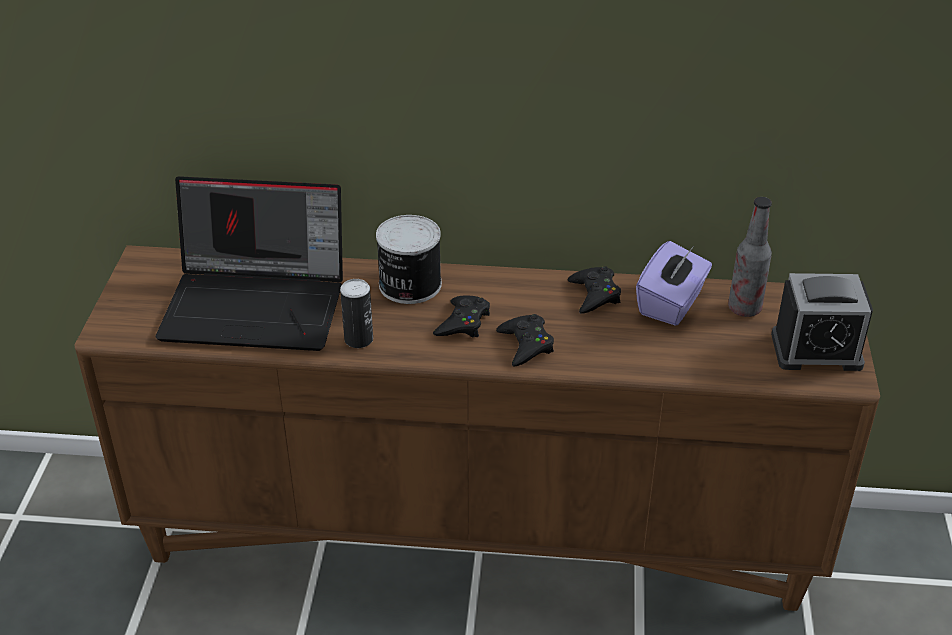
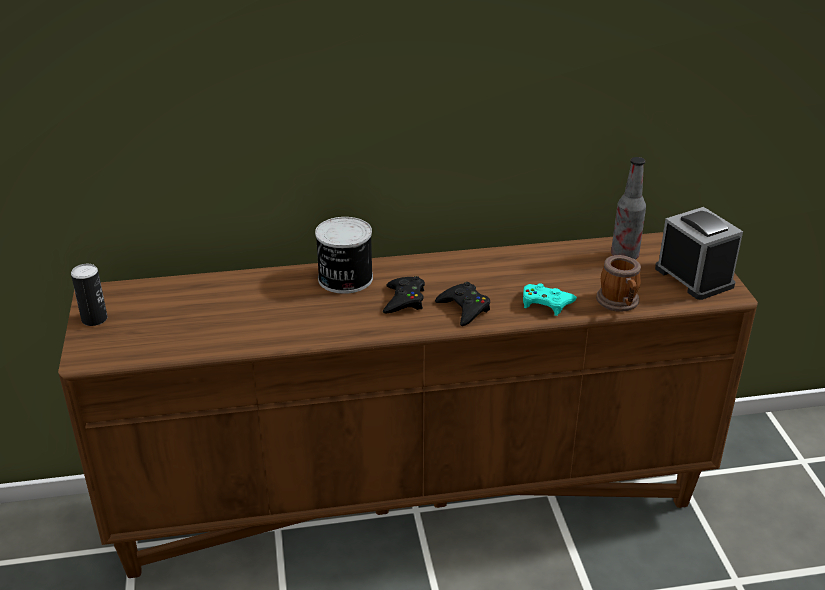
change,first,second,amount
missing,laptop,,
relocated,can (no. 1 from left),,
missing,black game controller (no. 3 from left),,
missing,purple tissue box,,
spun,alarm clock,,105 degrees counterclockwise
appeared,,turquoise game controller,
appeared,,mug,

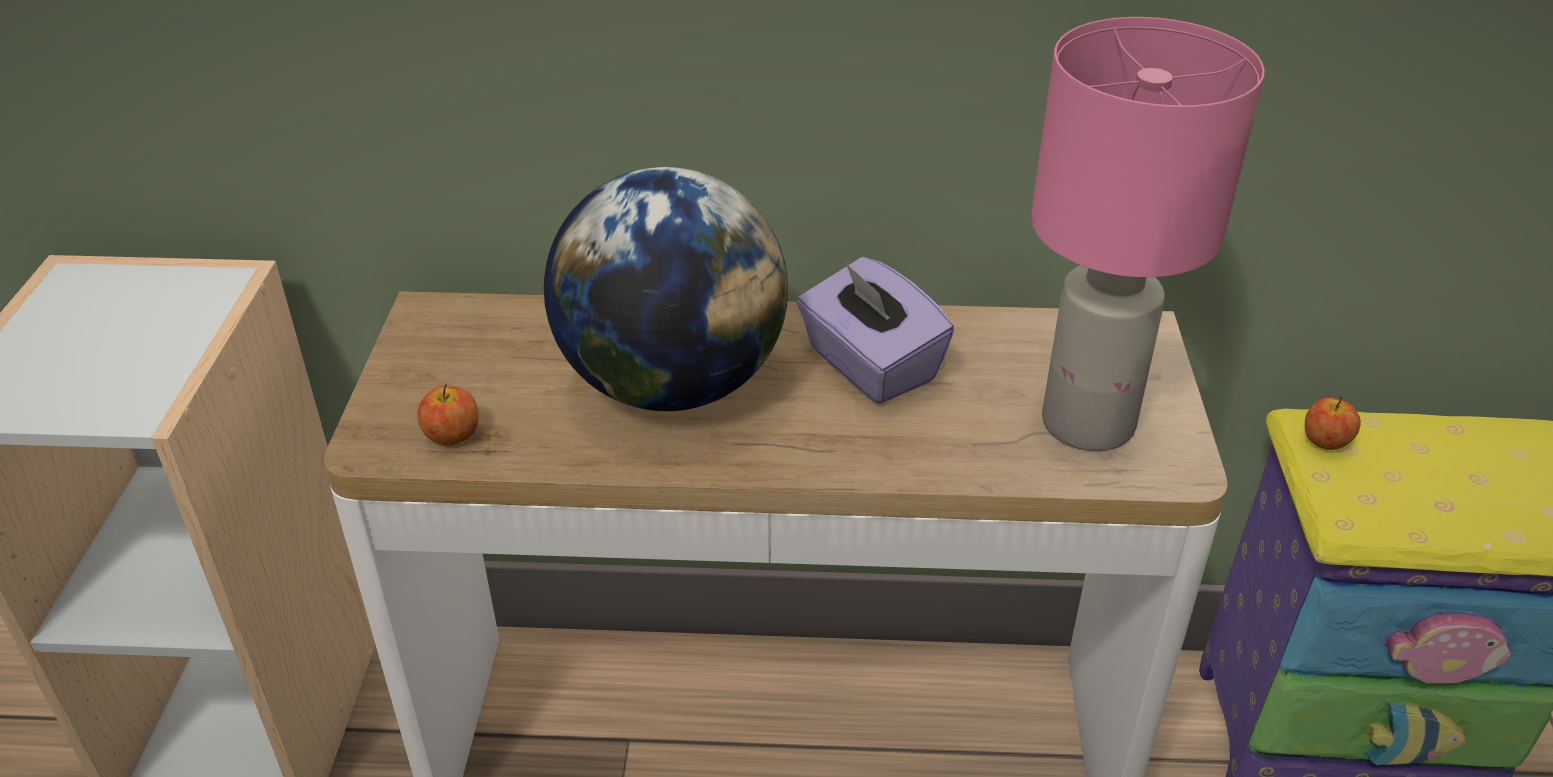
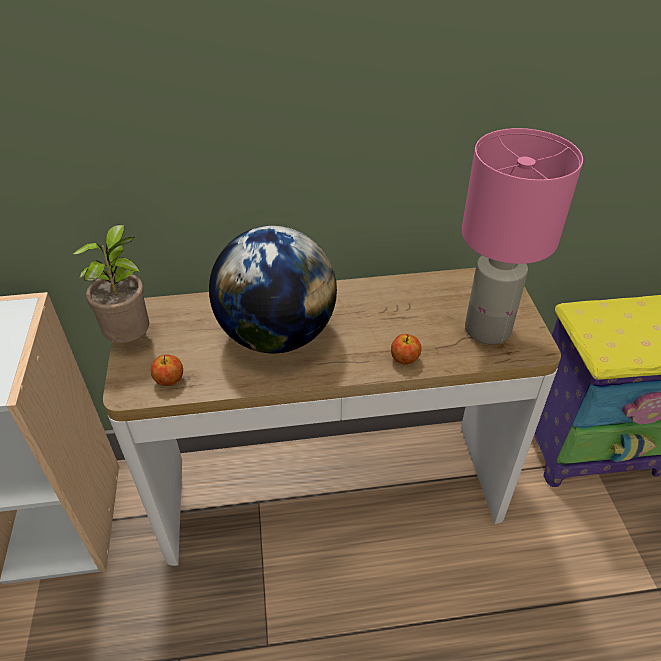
change,first,second,amount
missing,purple tissue box,,
relocated,apple (no. 2 from left),,
appeared,,potted plant,

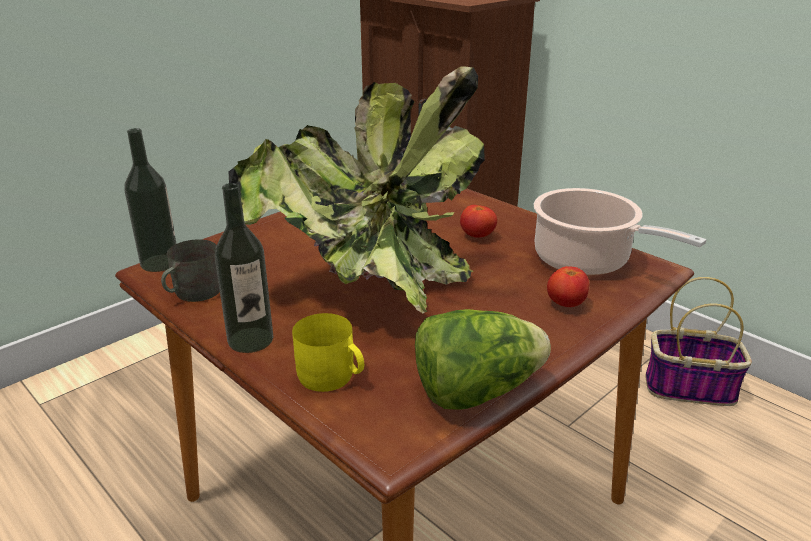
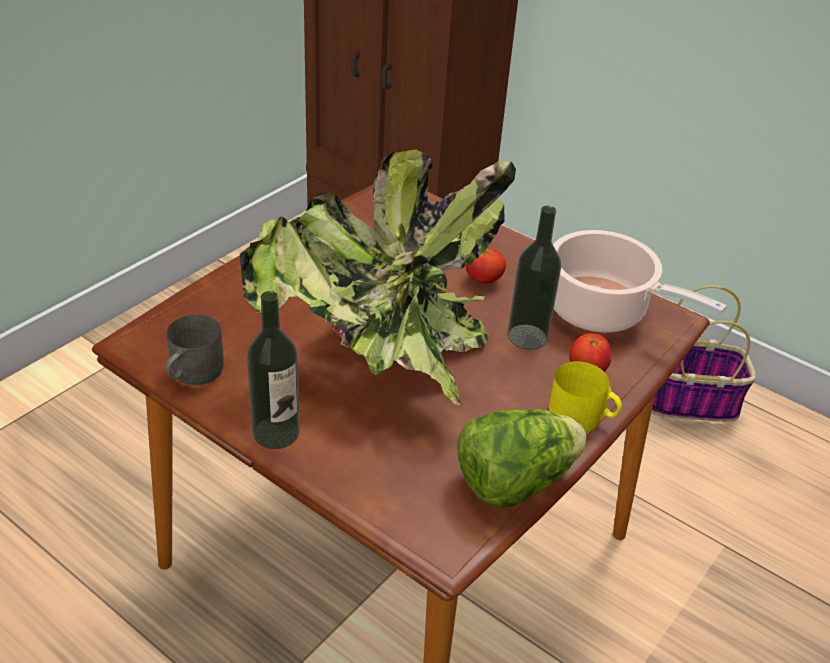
change,first,second,amount
relocated,bottle (no. 1 from left in the first image),bottle (no. 2 from left),
relocated,yellow mug,,

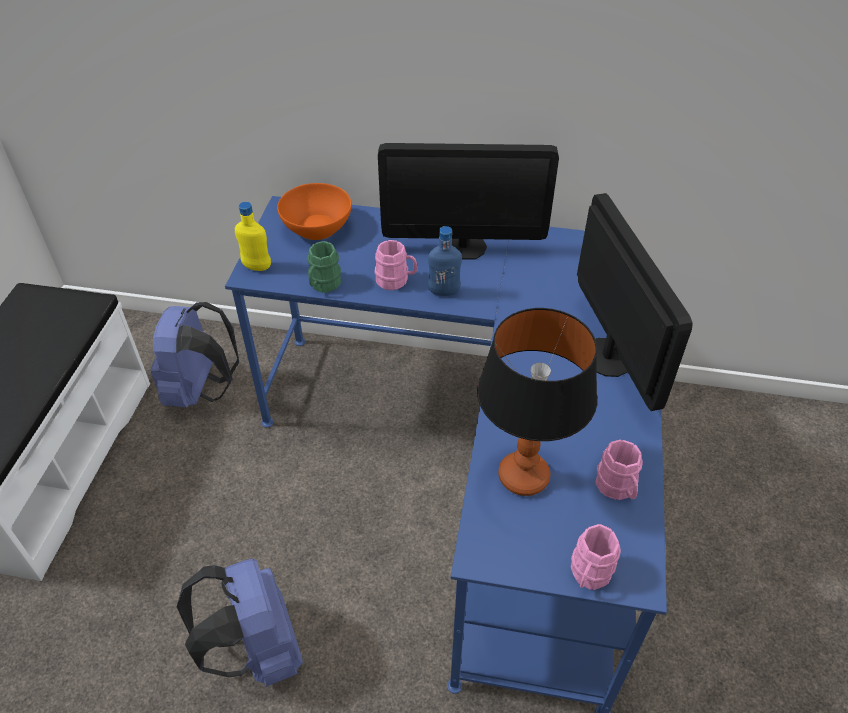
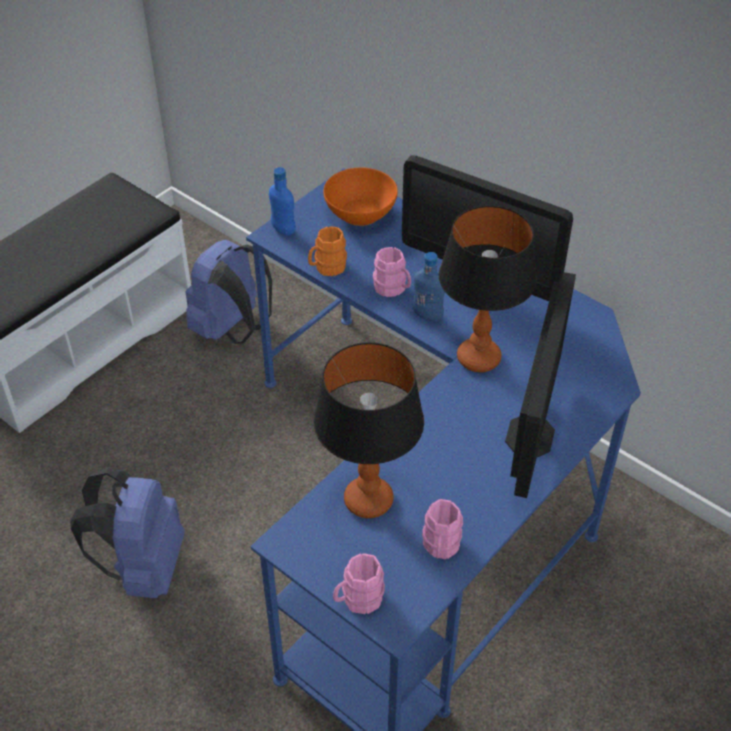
change,first,second,amount
colour,yellow bottle,blue bottle (no. 1 from left),
colour,green mug,orange mug,
appeared,,table lamp (no. 2 from left),

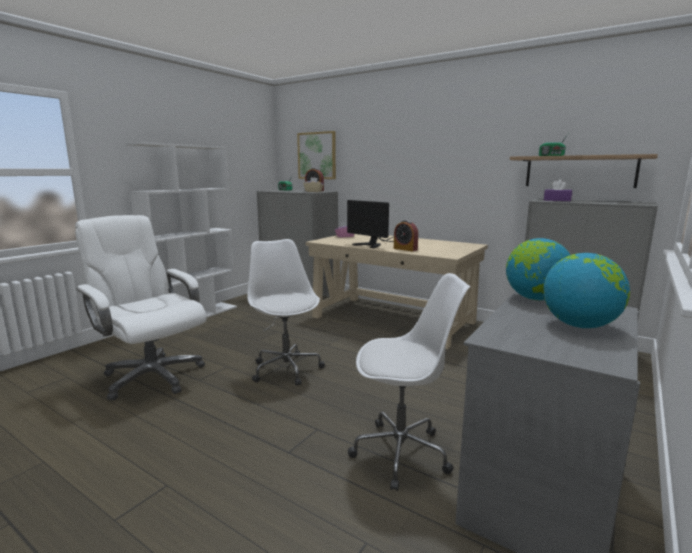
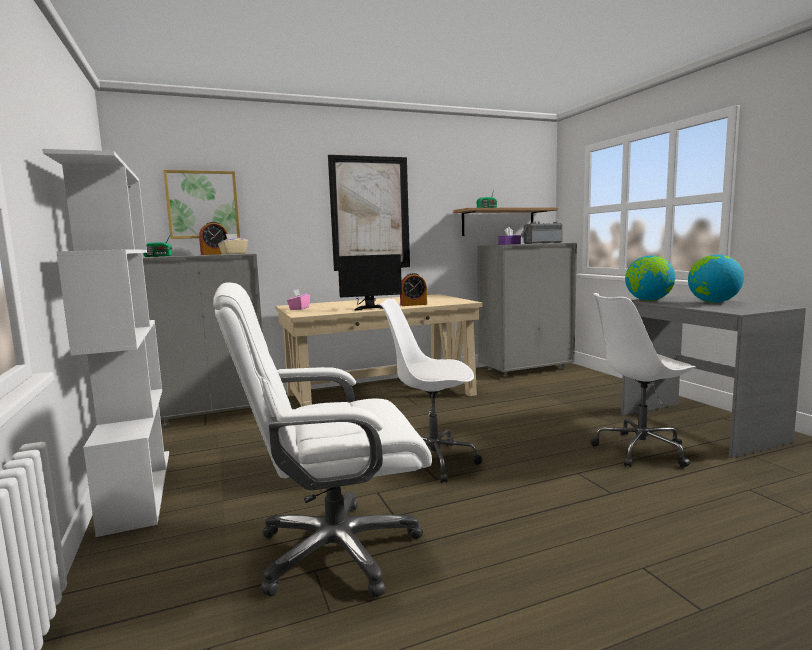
change,first,second,amount
spun,white office chair (no. 3 from left),,135 degrees counterclockwise
appeared,,picture (no. 2 from left),
appeared,,radio (no. 3 from left),

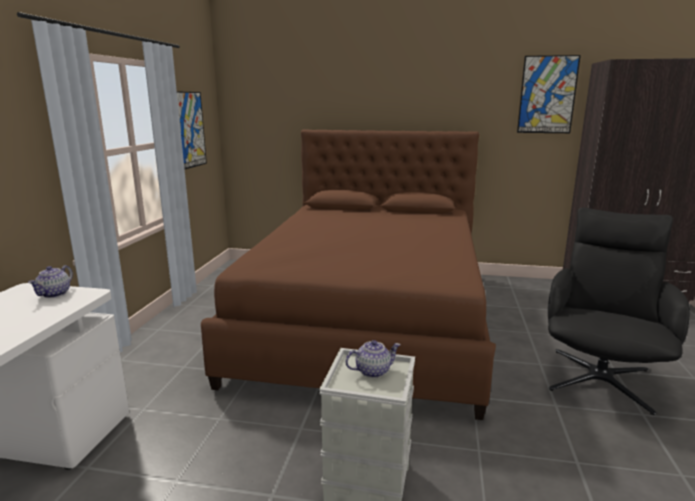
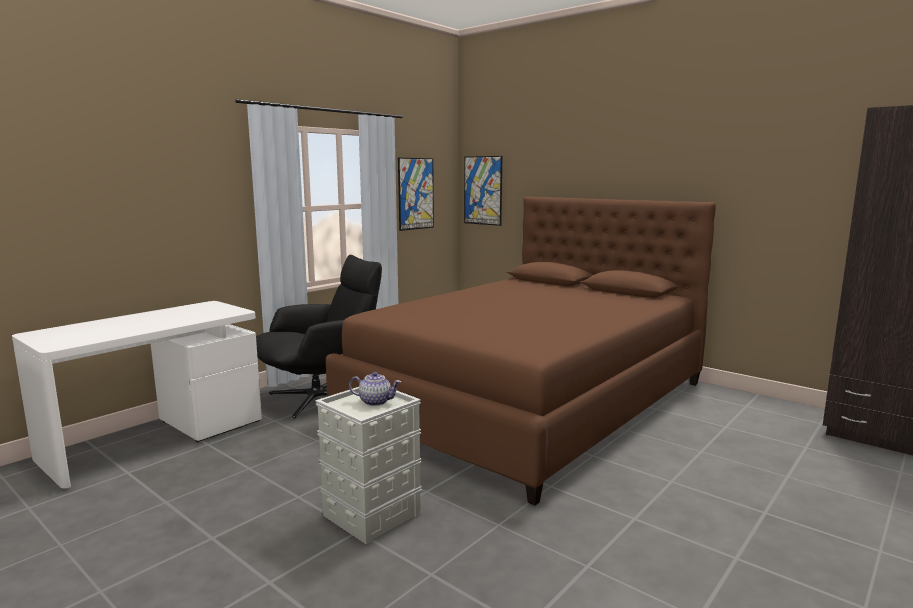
change,first,second,amount
missing,teapot (no. 1 from left),,
relocated,picture (no. 2 from left),,
relocated,black armchair,,

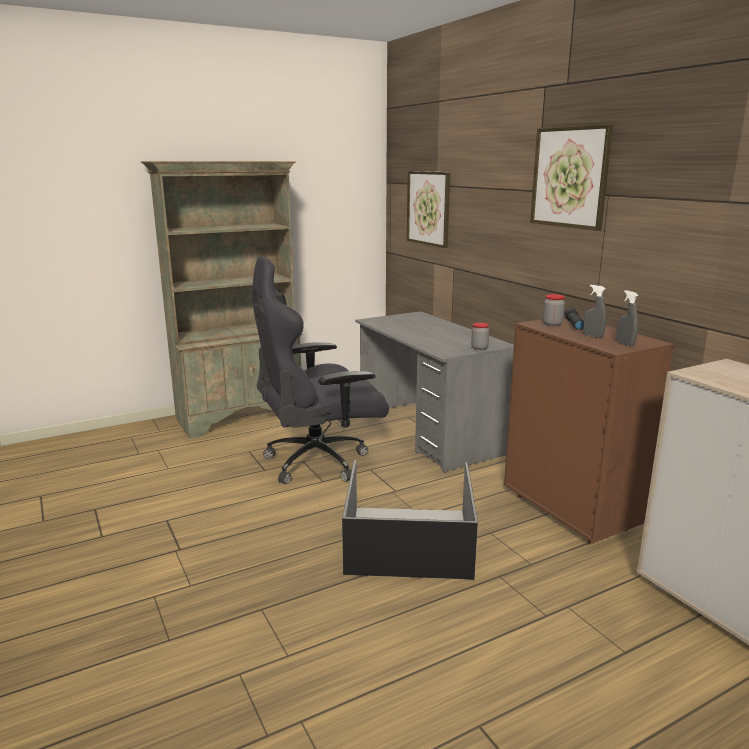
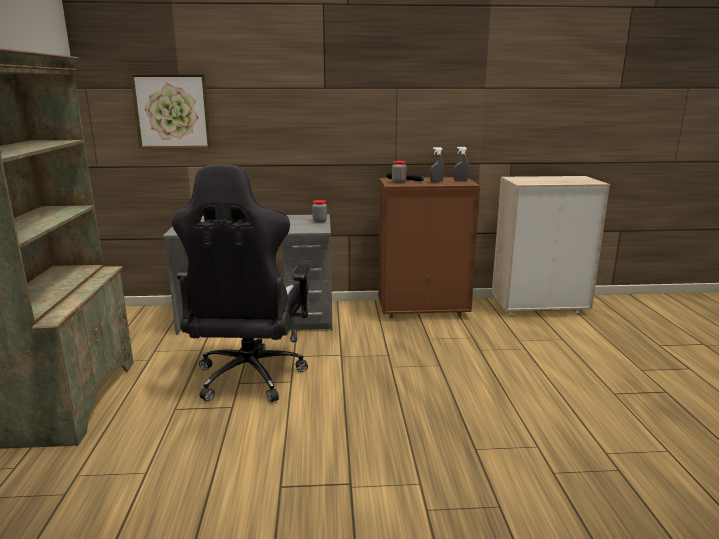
change,first,second,amount
missing,black storage box,,
missing,picture (no. 2 from left),,

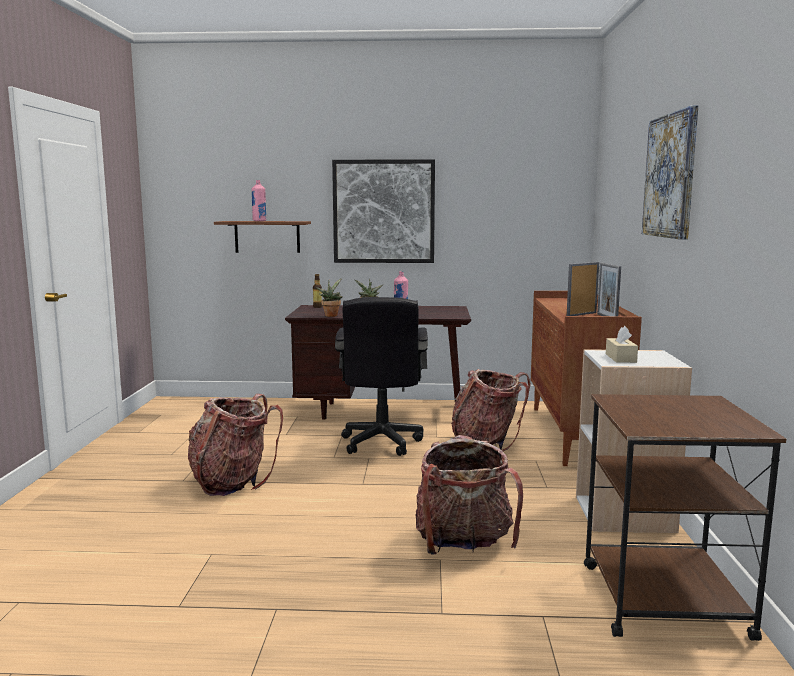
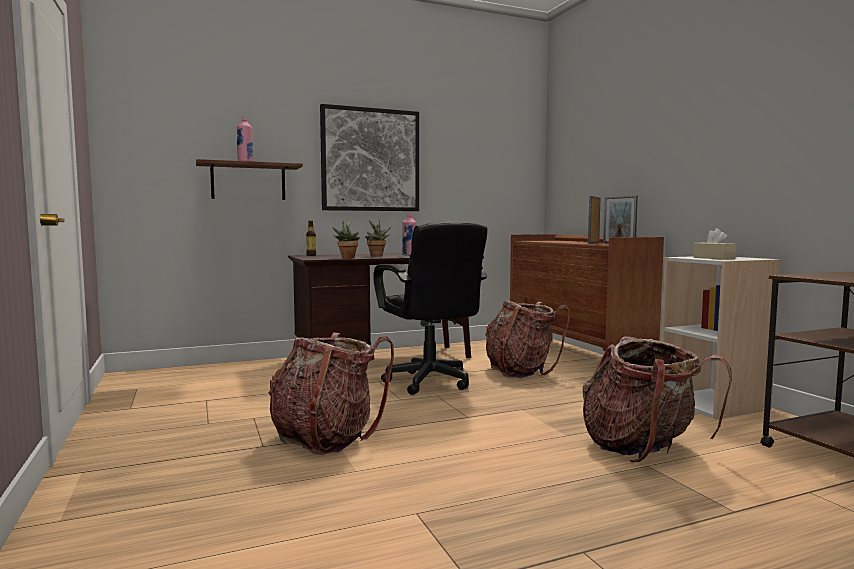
change,first,second,amount
missing,picture (no. 2 from left),,

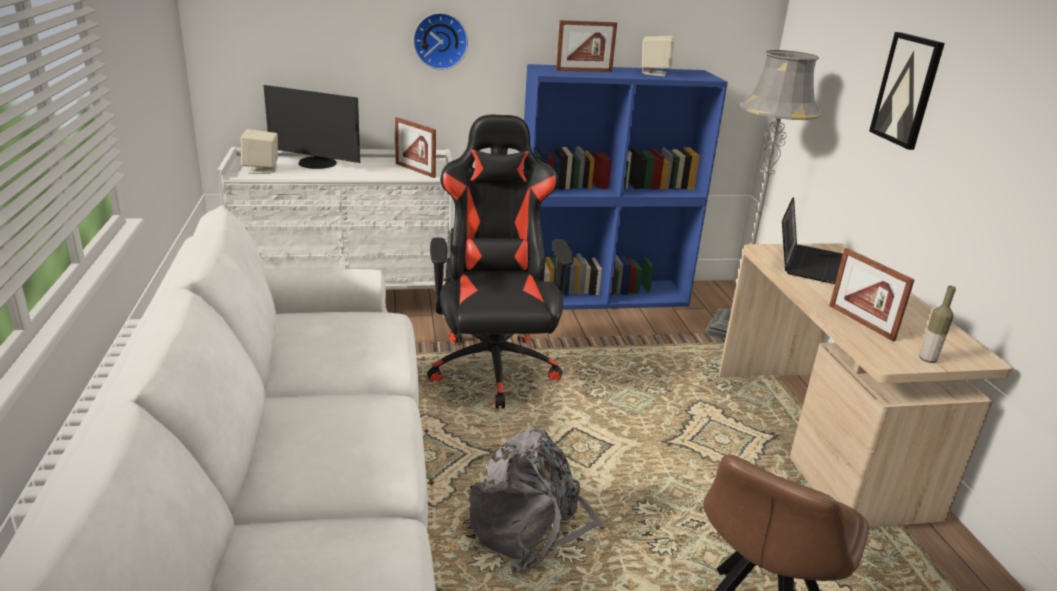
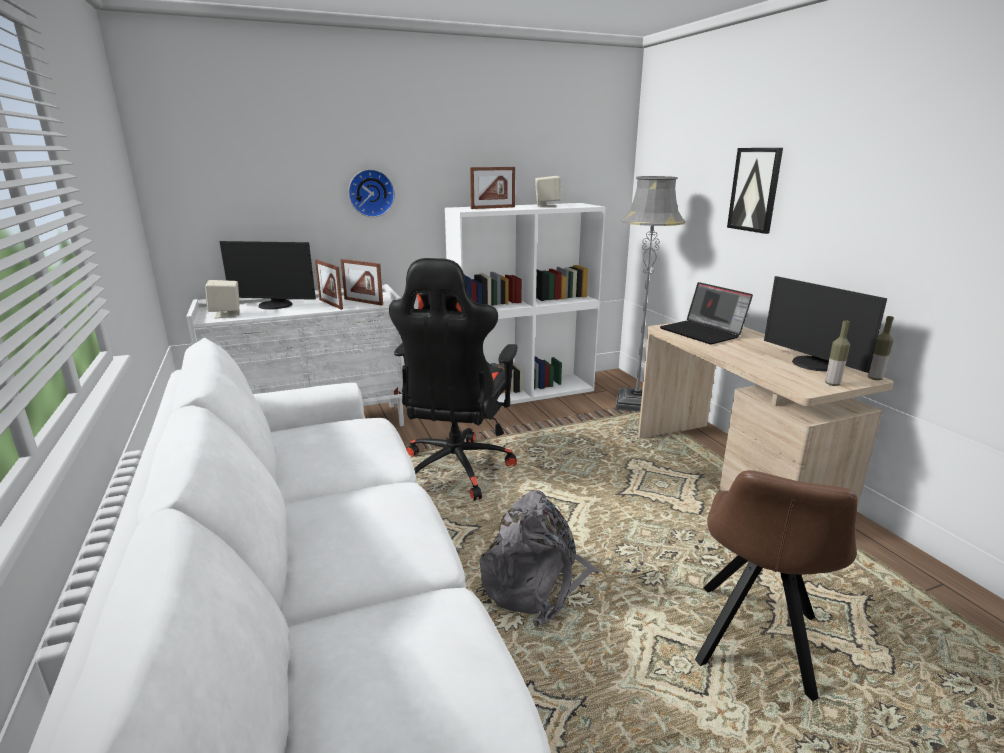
change,first,second,amount
spun,black office chair,,150 degrees counterclockwise
colour,blue bookcase,white bookcase,
spun,laptop,,135 degrees clockwise
relocated,picture frame (no. 3 from left in the first image),picture frame (no. 1 from left),
appeared,,monitor (no. 2 from left),
appeared,,bottle (no. 2 from left),

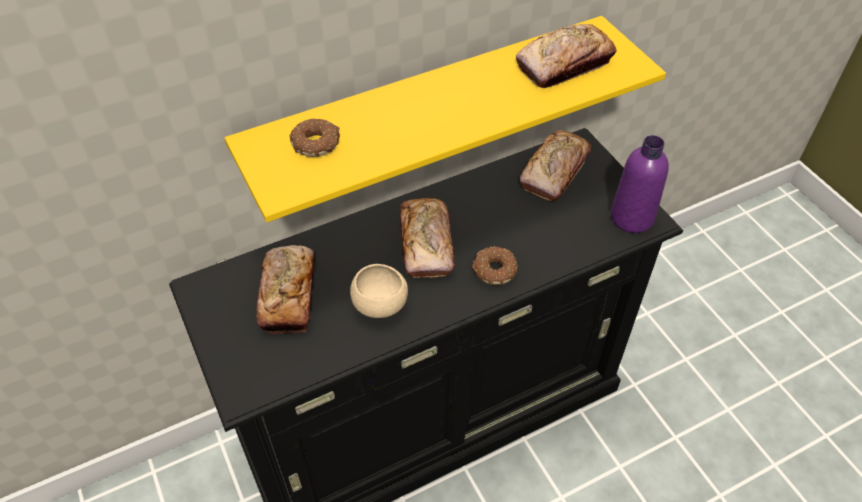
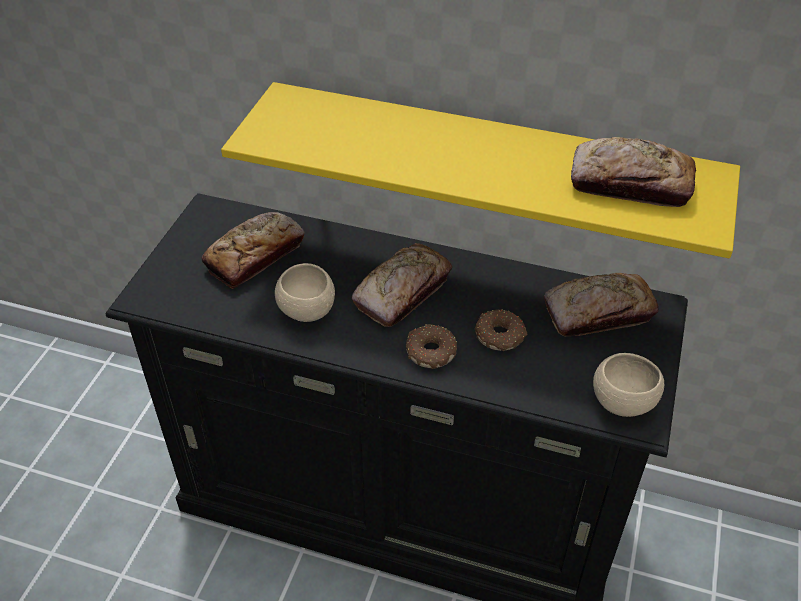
change,first,second,amount
relocated,donut (no. 1 from left in the first image),donut (no. 2 from left),
exchanged,purple bottle,beige bowl (no. 2 from left),

